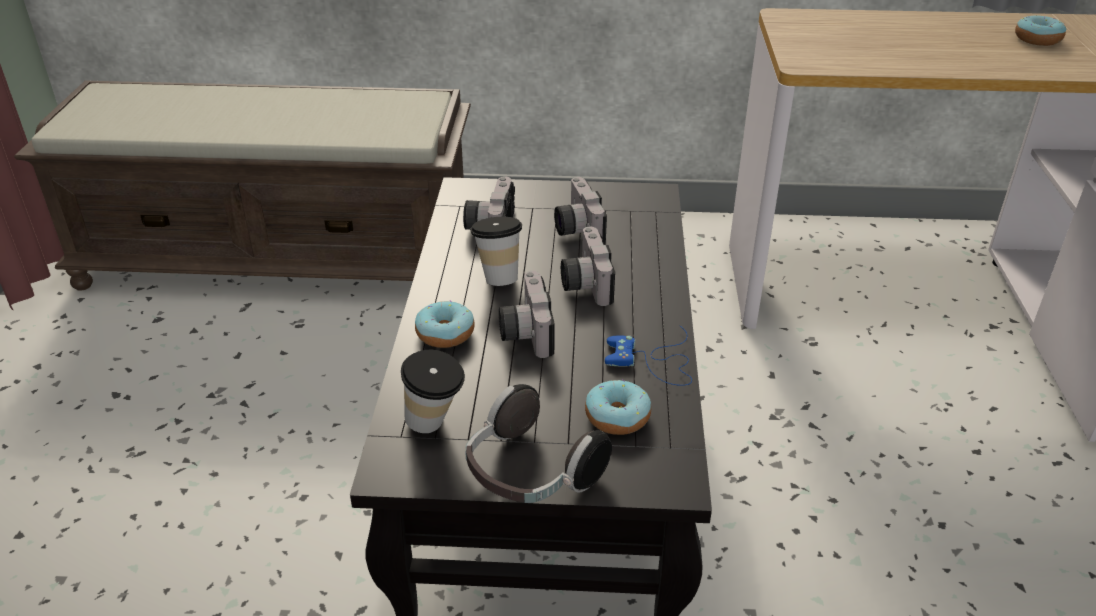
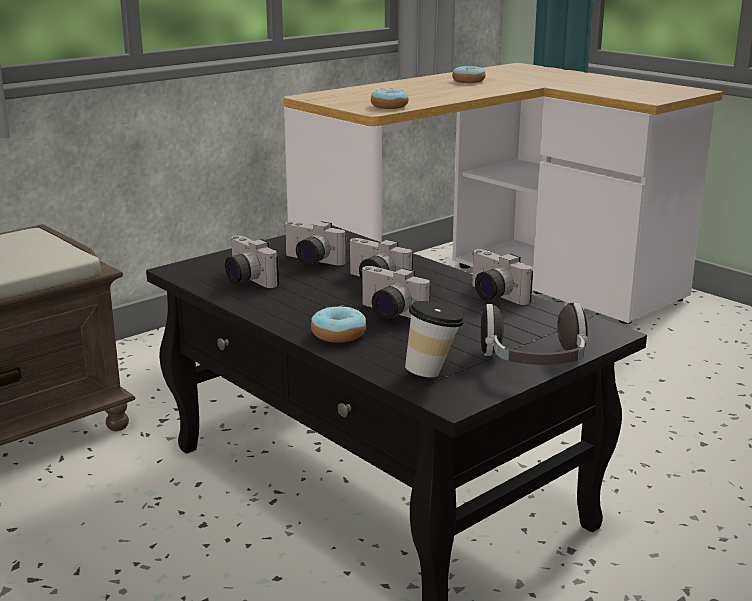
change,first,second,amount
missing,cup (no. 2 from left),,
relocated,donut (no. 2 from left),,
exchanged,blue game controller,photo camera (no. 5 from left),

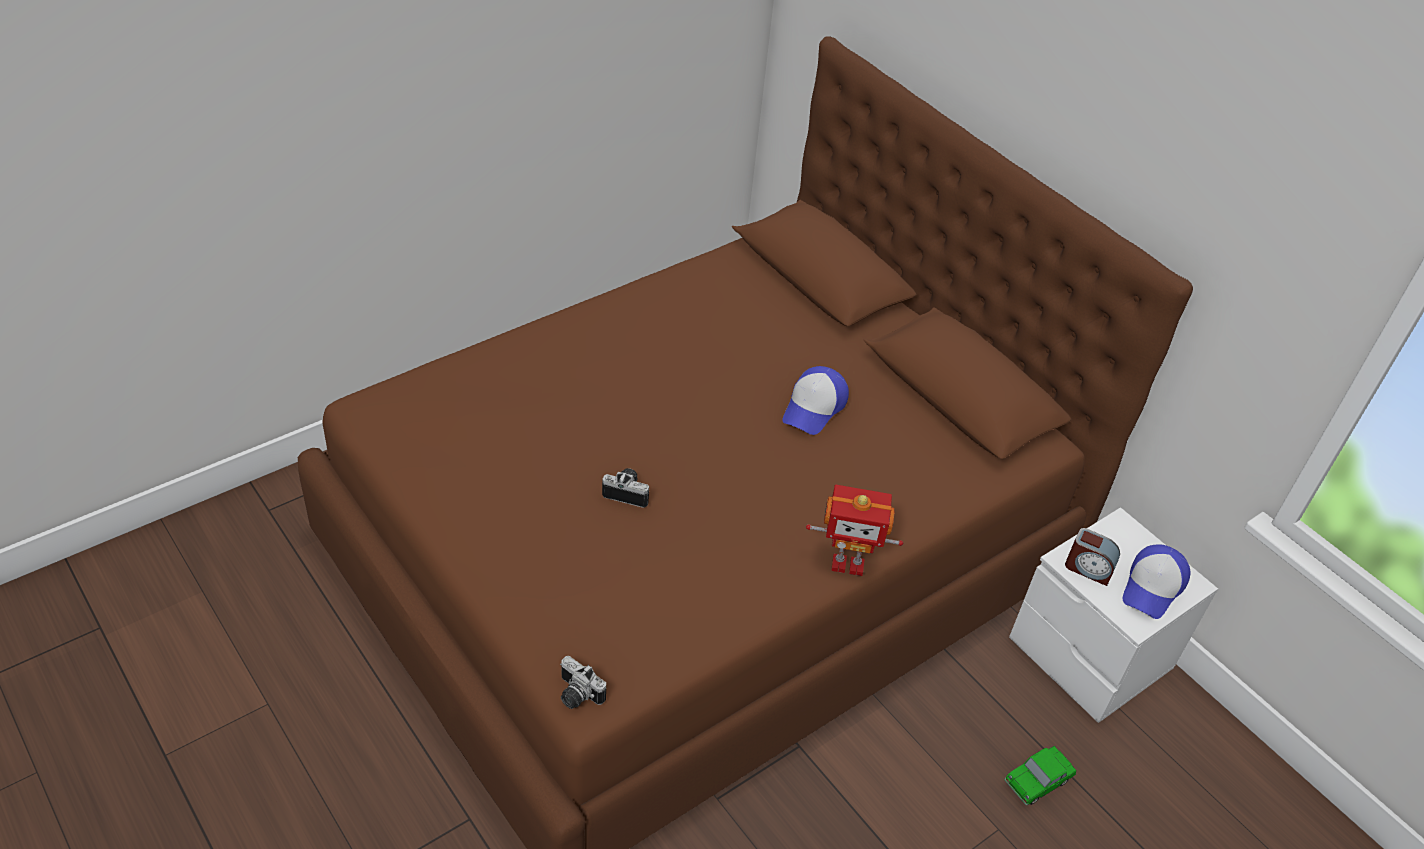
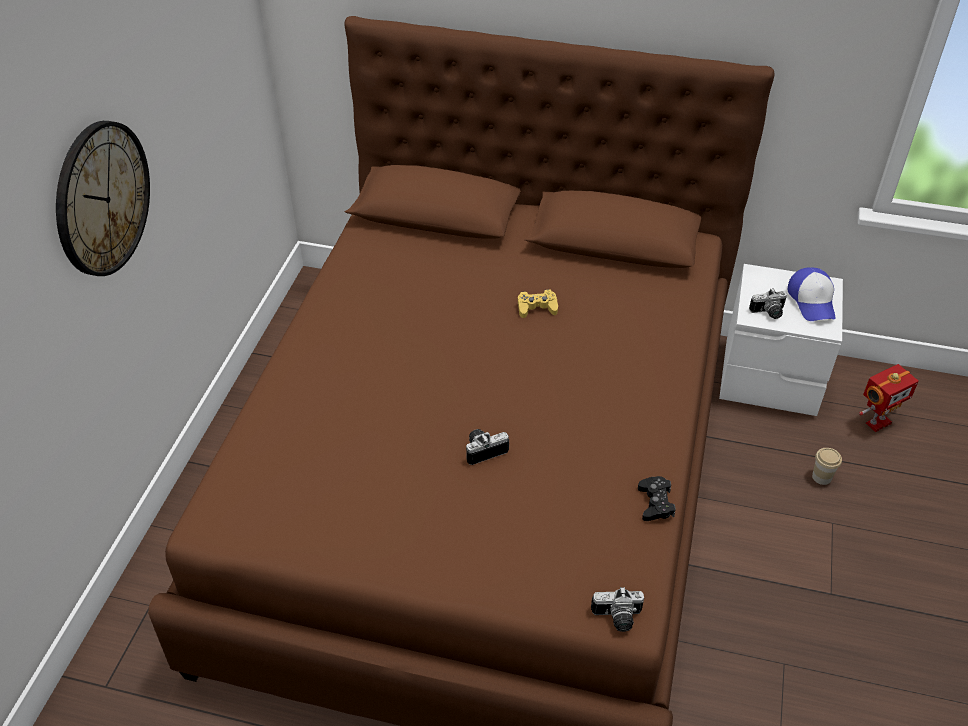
change,first,second,amount
exchanged,cap (no. 1 from left),yellow game controller,
relocated,toy robot,,
exchanged,toy car,cup,
exchanged,alarm clock,photo camera (no. 3 from left),
appeared,,wall clock,
appeared,,black game controller,

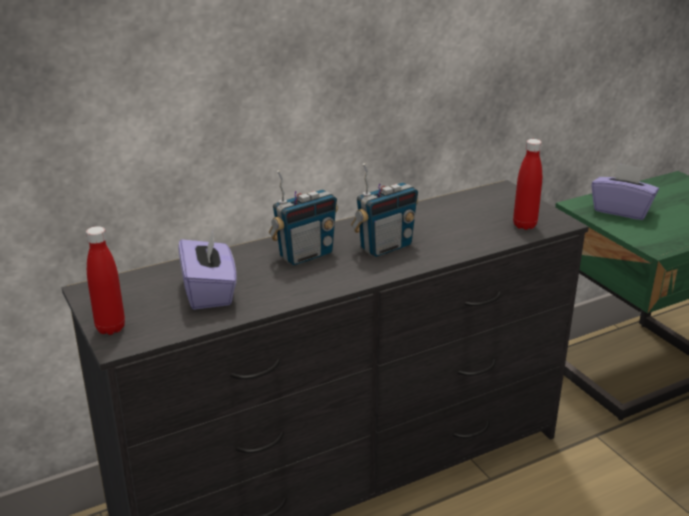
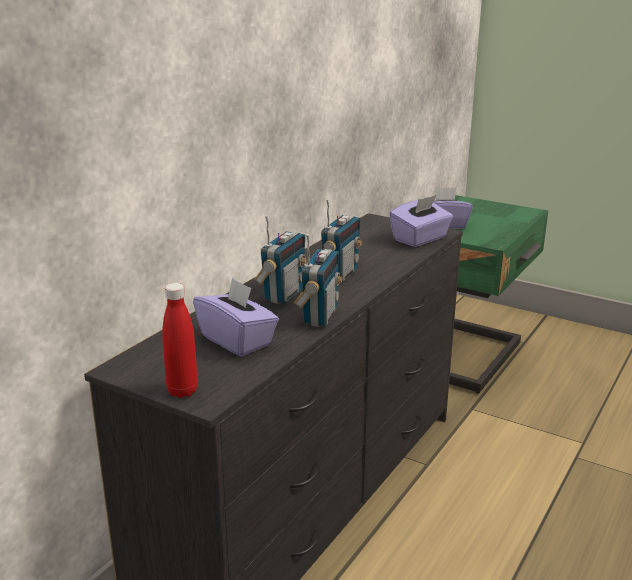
change,first,second,amount
exchanged,red bottle (no. 2 from left),purple tissue box (no. 2 from left),
appeared,,radio (no. 2 from left),

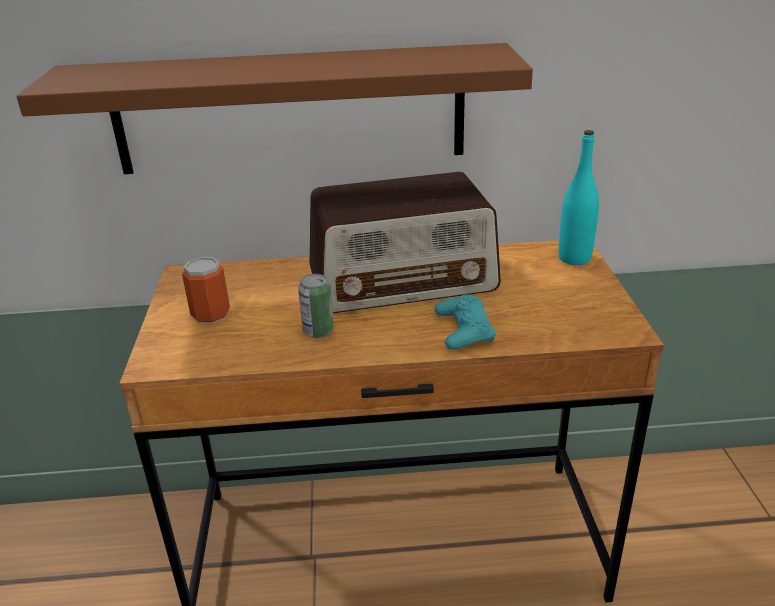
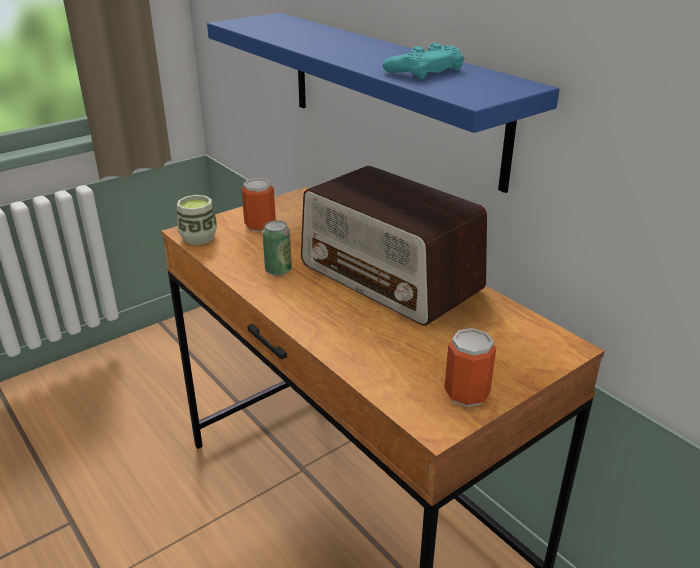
change,first,second,amount
colour,brown shelf,blue shelf,
relocated,turquoise game controller,,
missing,turquoise bottle,,
appeared,,cup,
appeared,,can (no. 3 from left),

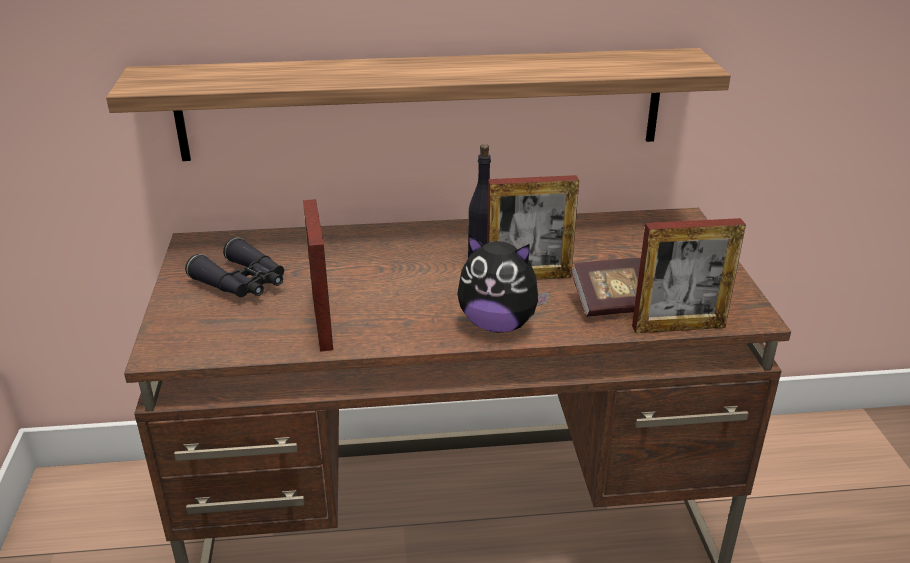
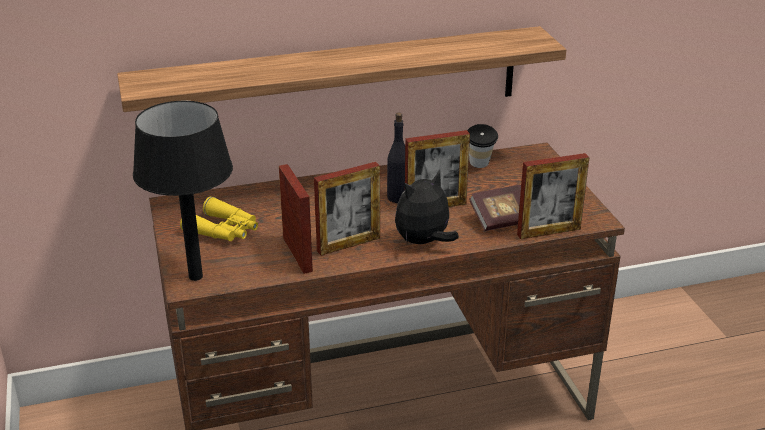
change,first,second,amount
colour,black binoculars,yellow binoculars,
spun,plush toy,,135 degrees clockwise
appeared,,black table lamp,
appeared,,picture frame (no. 2 from left),
appeared,,cup,

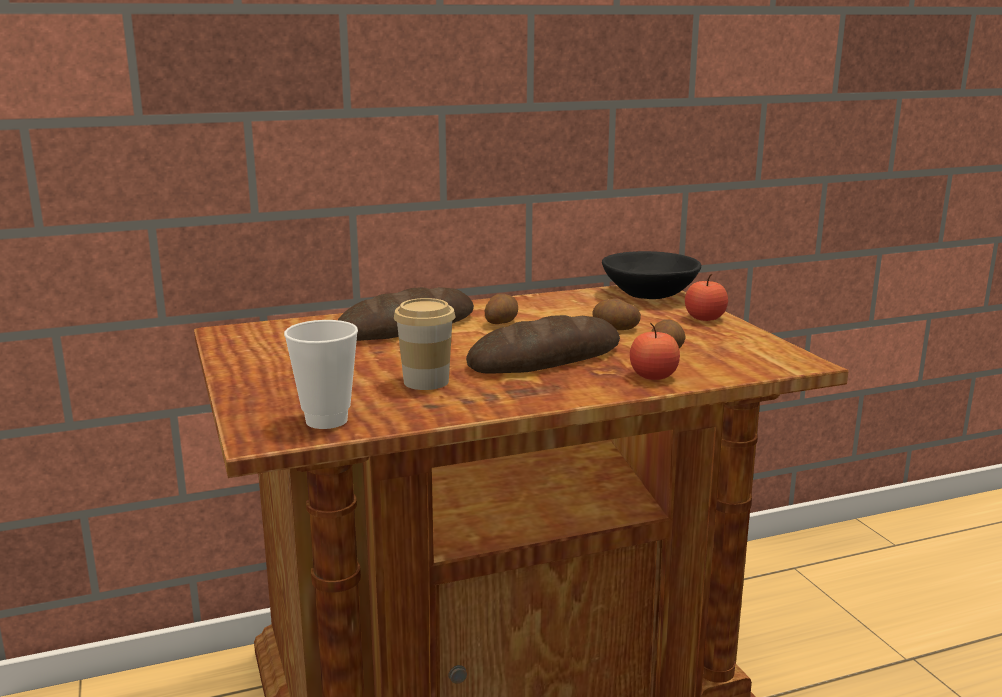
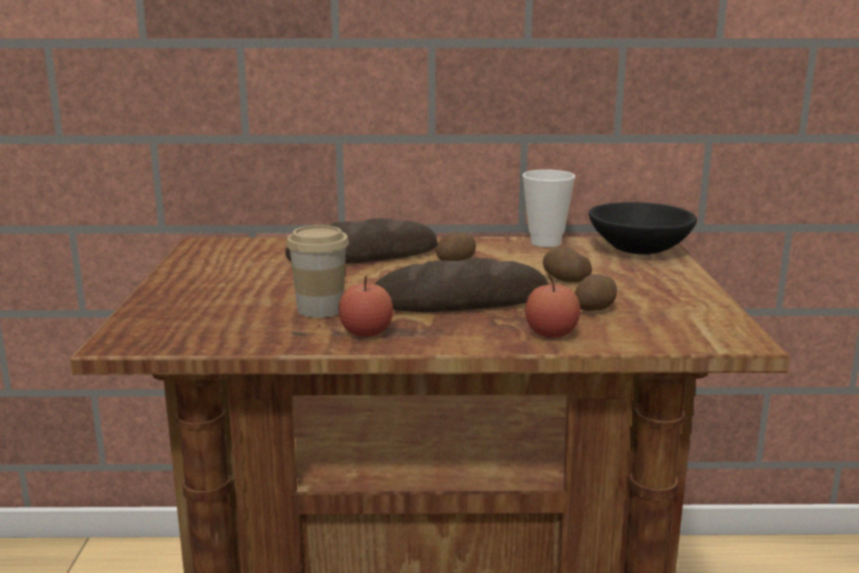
change,first,second,amount
relocated,cup (no. 1 from left in the first image),cup (no. 2 from left),
relocated,apple (no. 2 from left in the first image),apple (no. 1 from left),

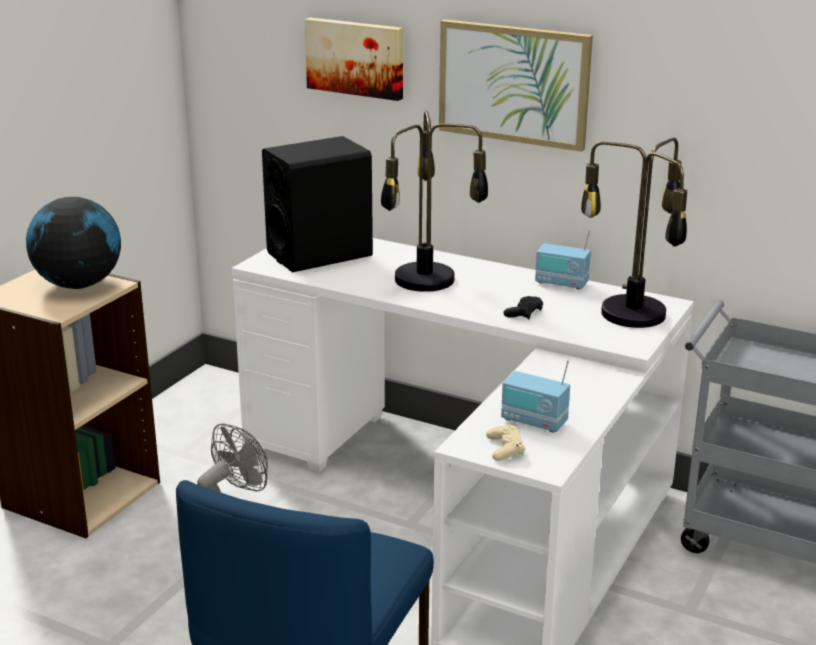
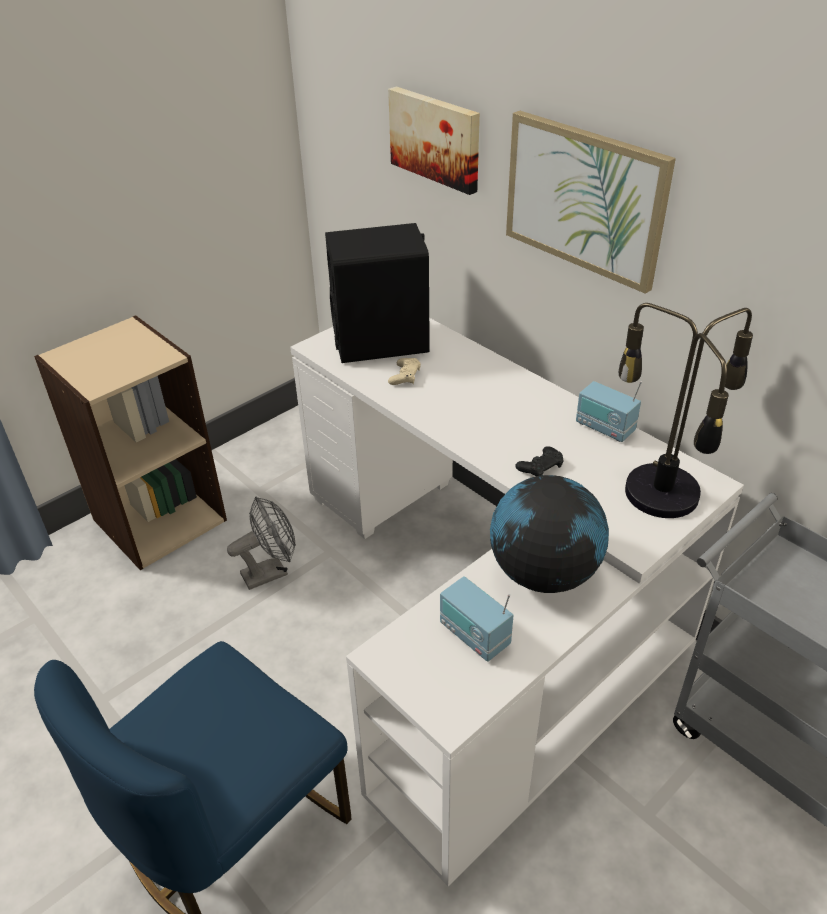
change,first,second,amount
relocated,globe,,
missing,table lamp (no. 1 from left),,
relocated,beige game controller,,

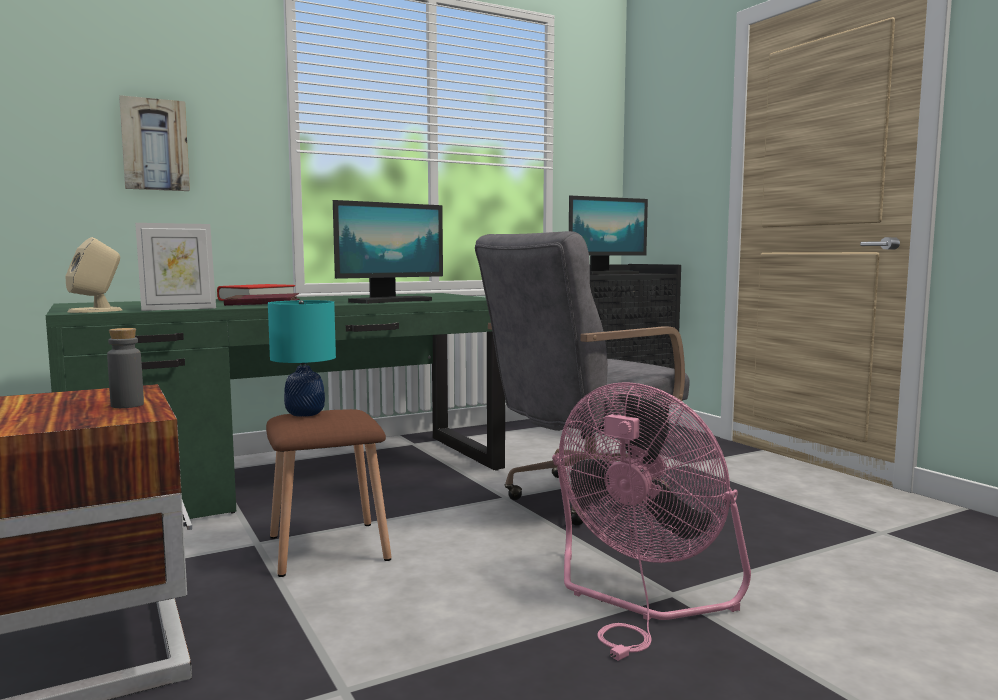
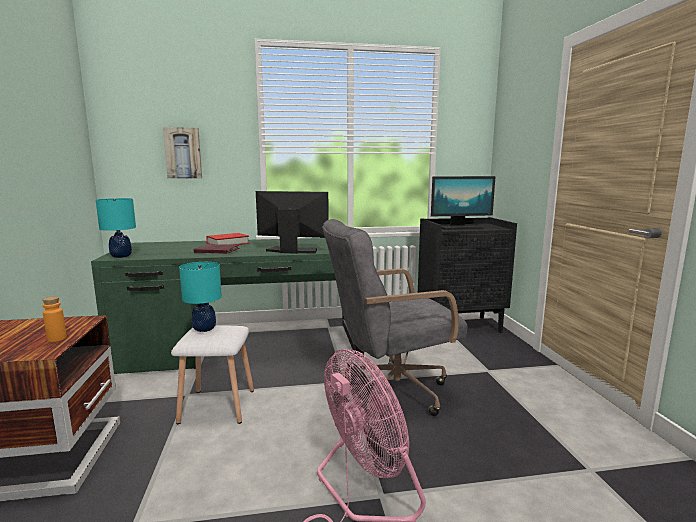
change,first,second,amount
exchanged,beige speaker,turquoise table lamp (no. 1 from left),
colour,grey bottle,orange bottle,
missing,picture frame,,
colour,brown stool,white stool,
spun,monitor (no. 1 from left),,150 degrees counterclockwise

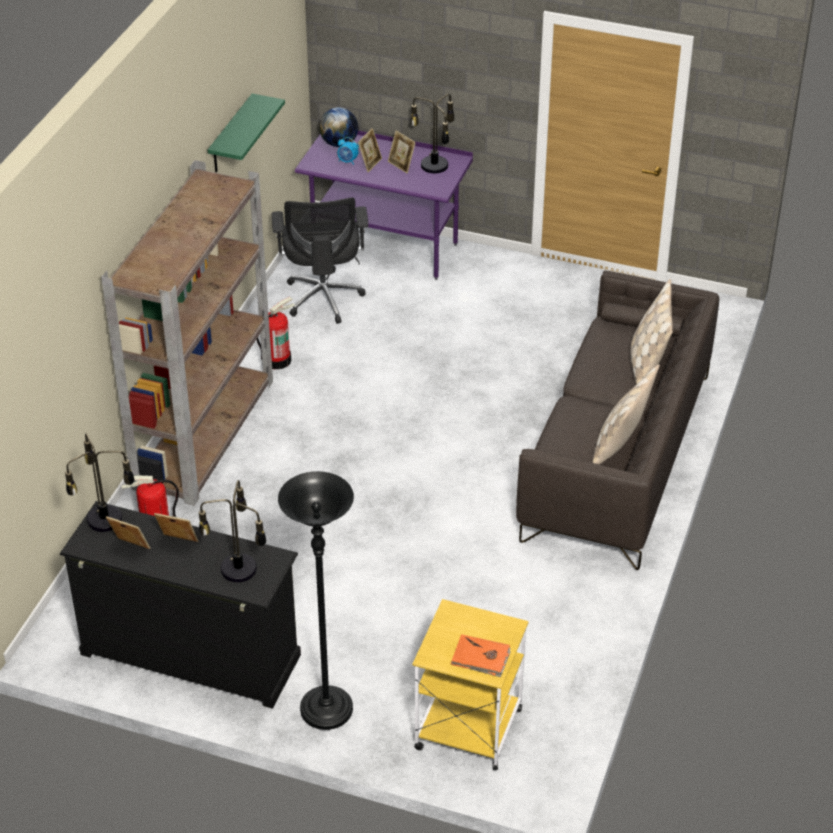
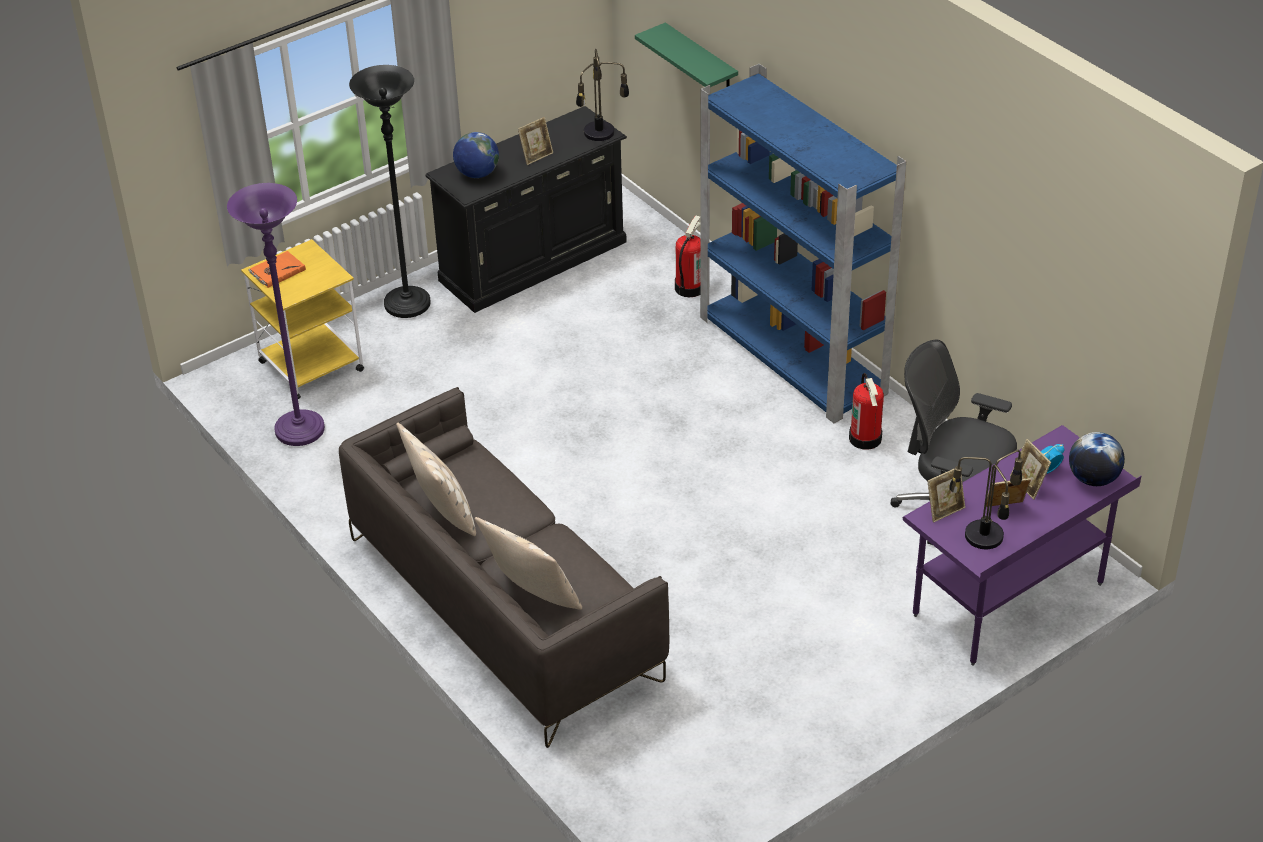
change,first,second,amount
colour,brown bookcase,blue bookcase,
relocated,picture frame (no. 1 from left in the first image),picture frame (no. 2 from left),
exchanged,table lamp (no. 2 from left),globe (no. 1 from left),
relocated,green shelf,,
appeared,,purple floor lamp,

